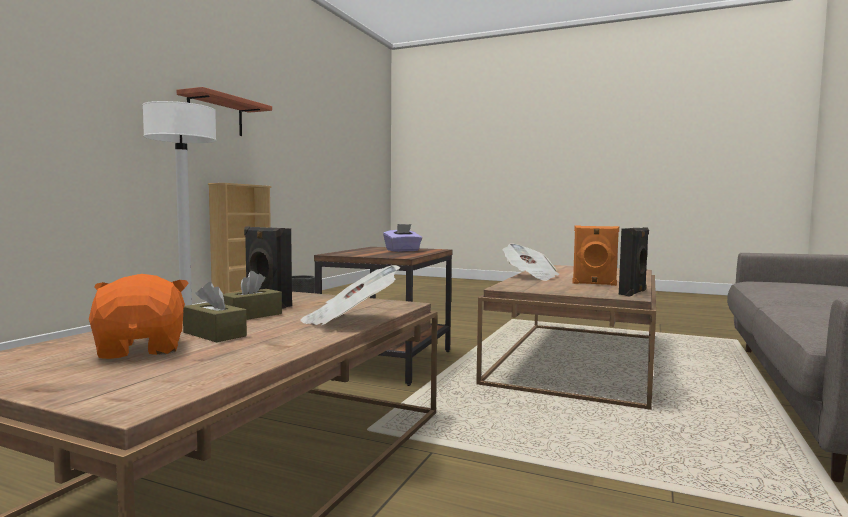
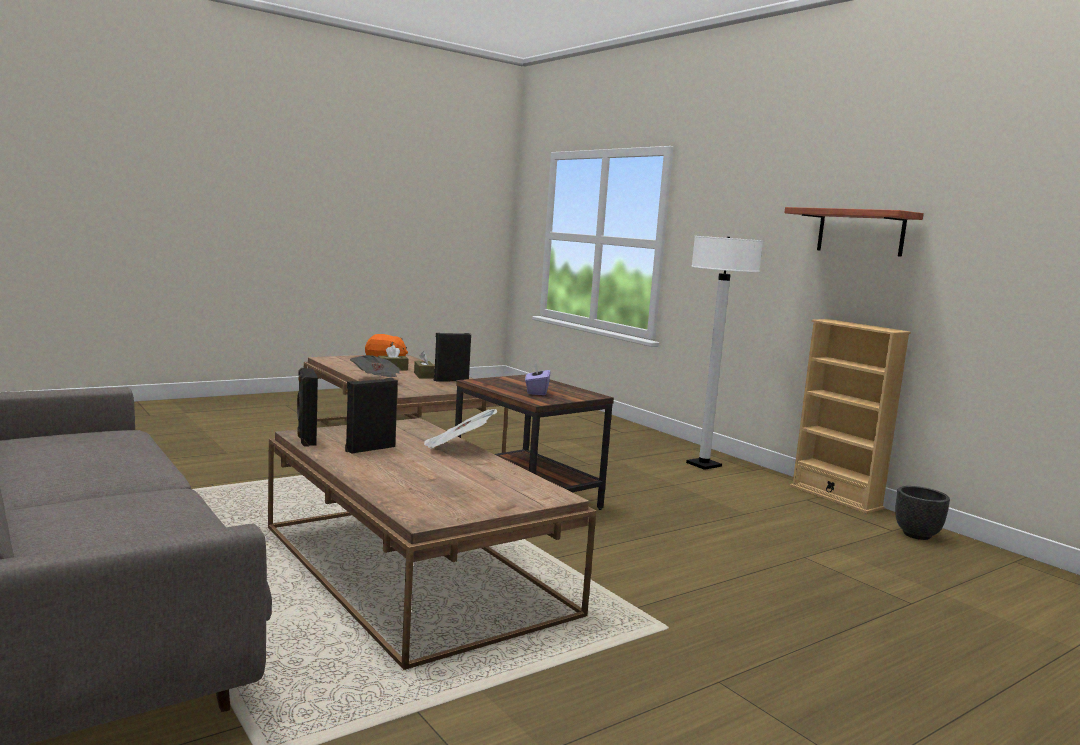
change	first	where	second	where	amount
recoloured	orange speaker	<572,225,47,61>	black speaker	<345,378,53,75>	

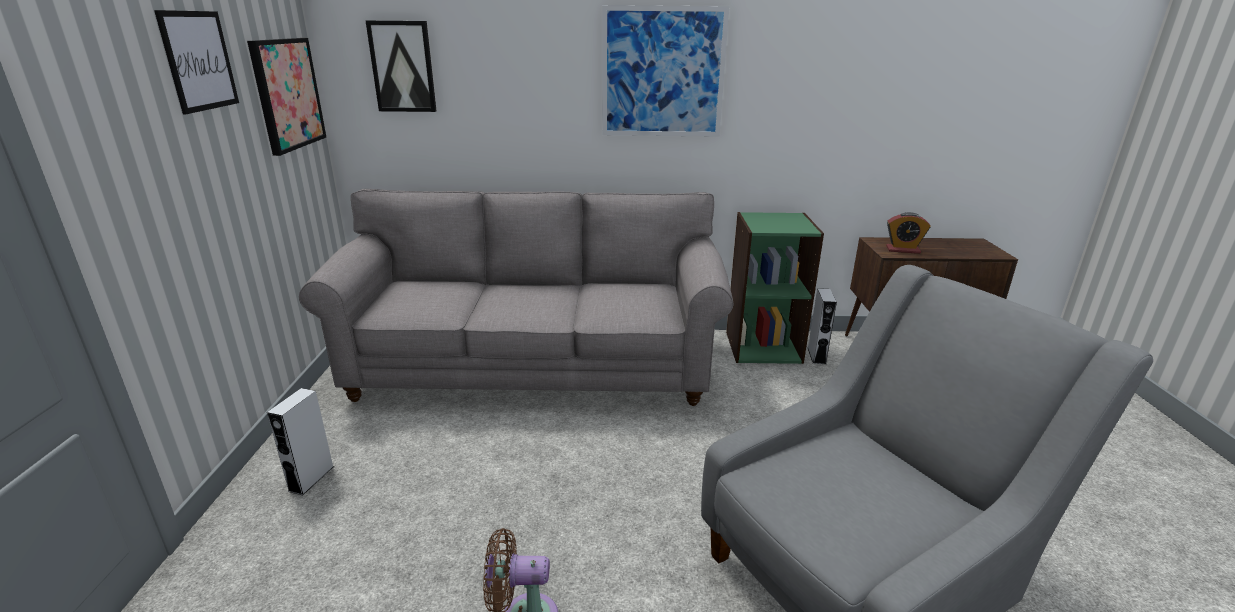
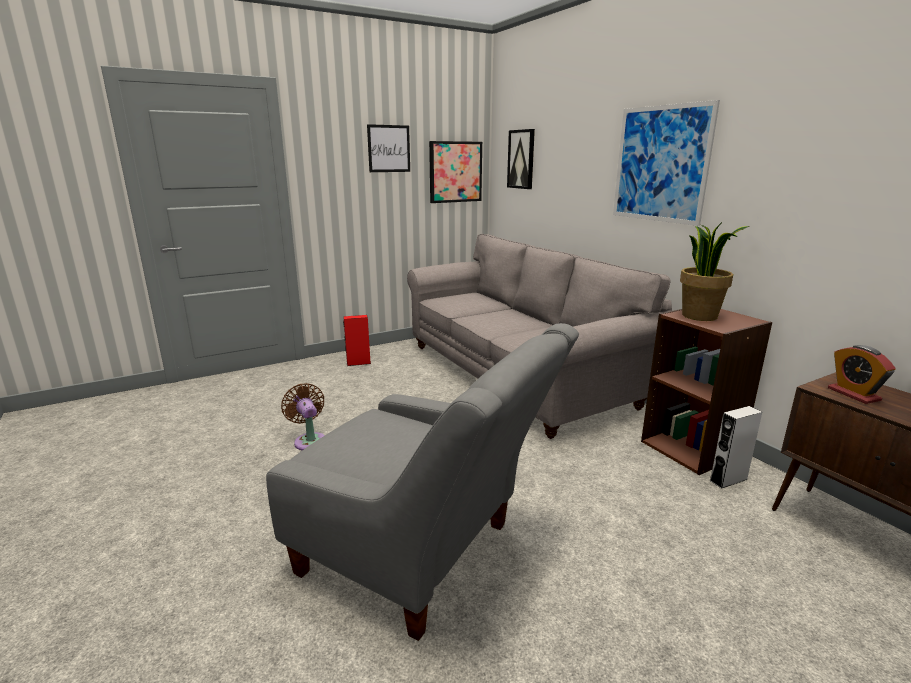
change	first	where	second	where	amount
recoloured	grey speaker	<267,388,67,107>	red speaker	<343,315,28,51>	
recoloured	green bookcase	<726,212,98,152>	brown bookcase	<641,309,131,166>	
added			potted plant	<680,222,69,99>	

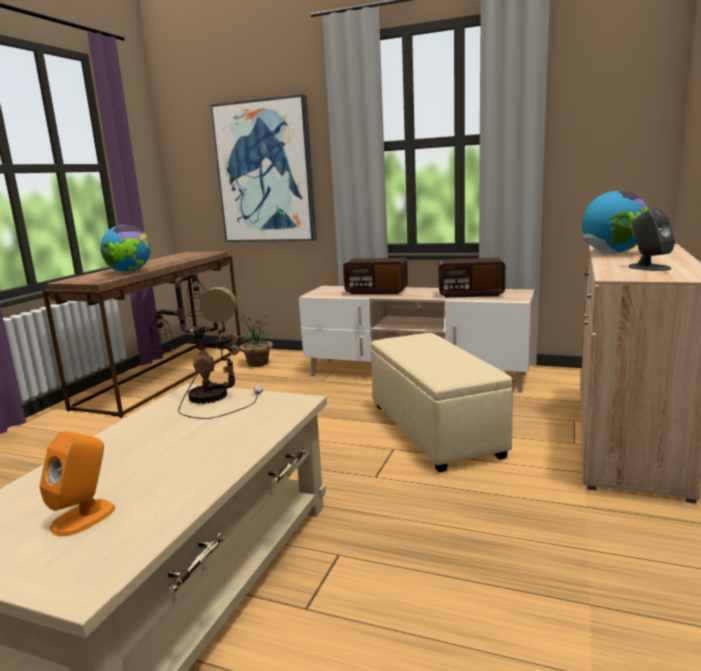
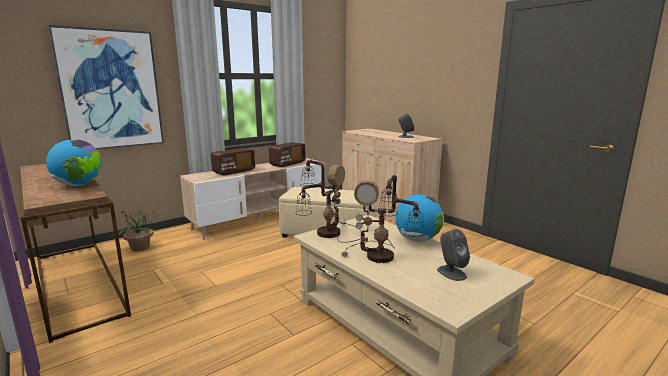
change	first	where	second	where	amount
recoloured	orange speaker	<39,431,76,105>	grey speaker	<437,229,33,52>	
moved	globe	<582,191,66,63>		<395,194,49,48>	
added			table lamp	<341,175,84,88>	

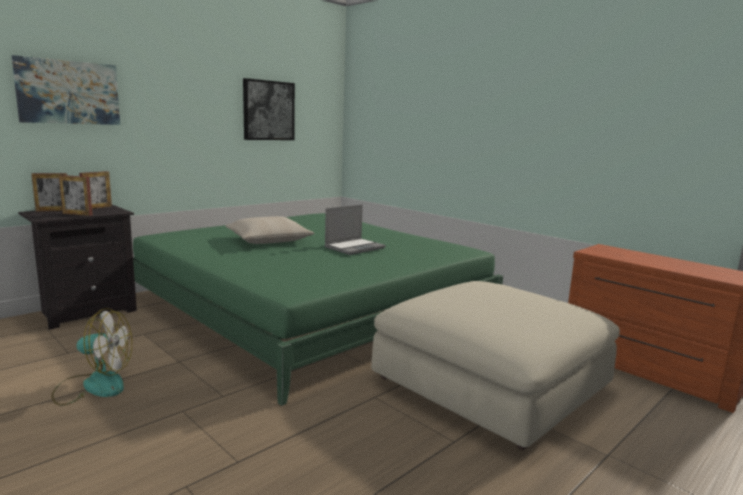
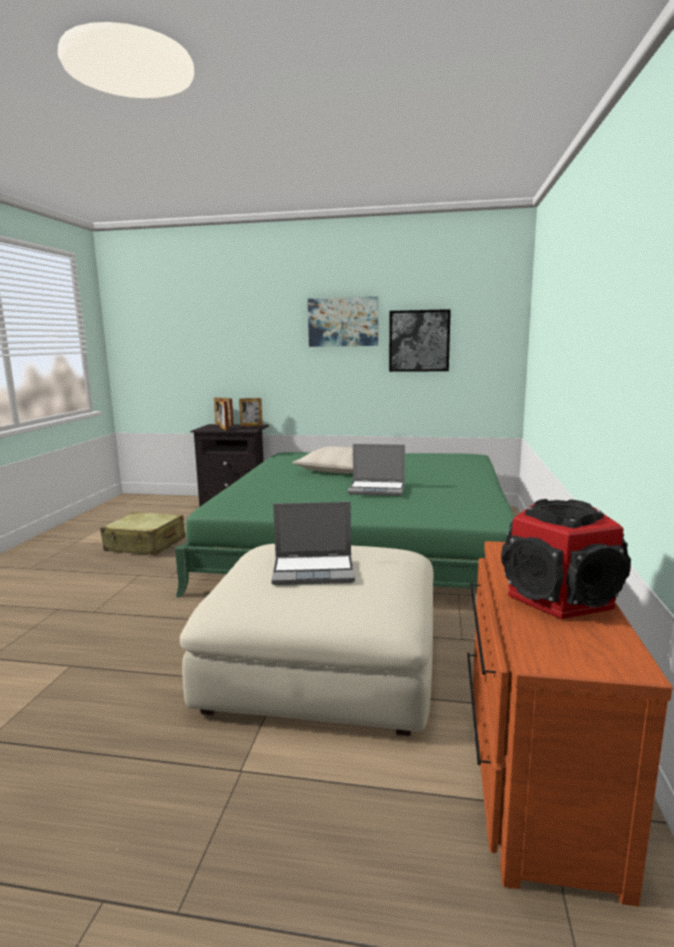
change	first	where	second	where	amount
moved	picture	<12,55,108,70>		<308,297,70,50>	
replaced	fan	<51,308,81,98>	beige suitcase	<100,512,86,43>	
added			laptop	<271,502,84,83>	
added			speaker	<501,499,130,120>	

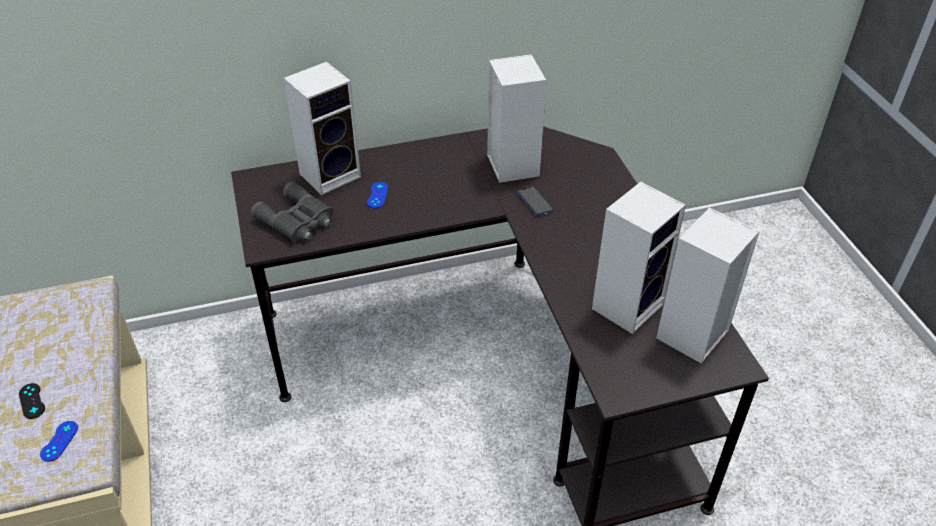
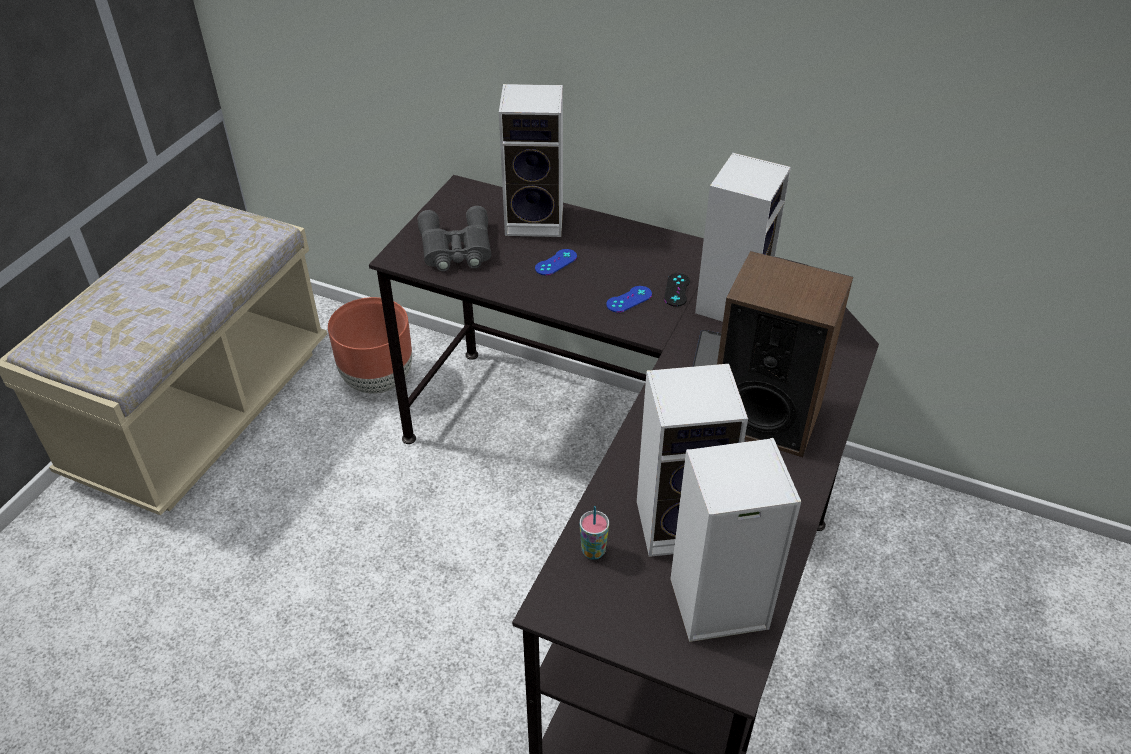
change	first	where	second	where	amount
moved	black game controller	<19,383,26,36>		<664,273,26,34>	
moved	blue game controller	<40,421,38,41>		<606,286,46,27>	
added			brown planter	<328,297,84,97>	
added			cup	<580,506,29,54>	
added			speaker	<717,251,136,206>	

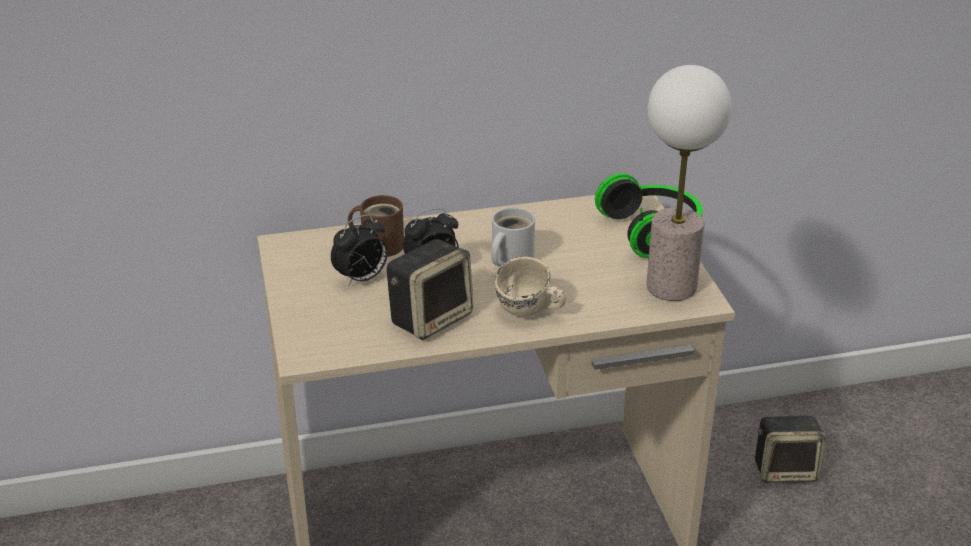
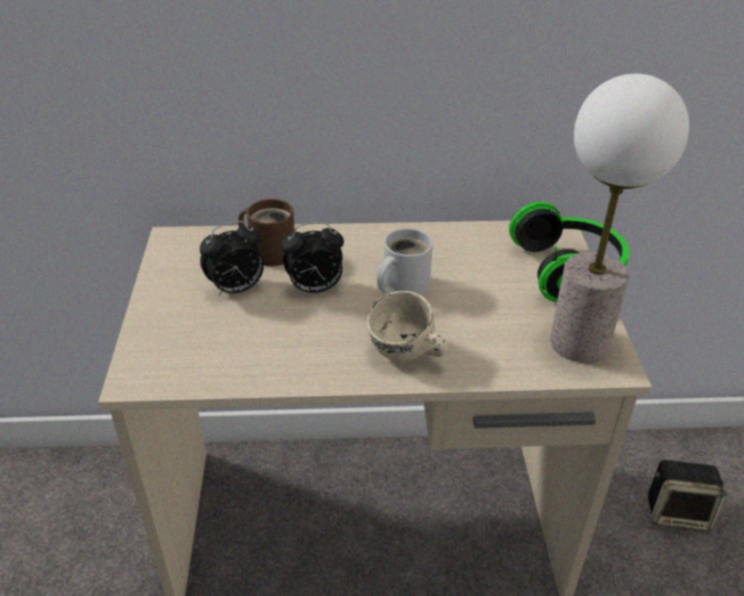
change	first	where	second	where	amount
removed	speaker	<387,239,86,101>			

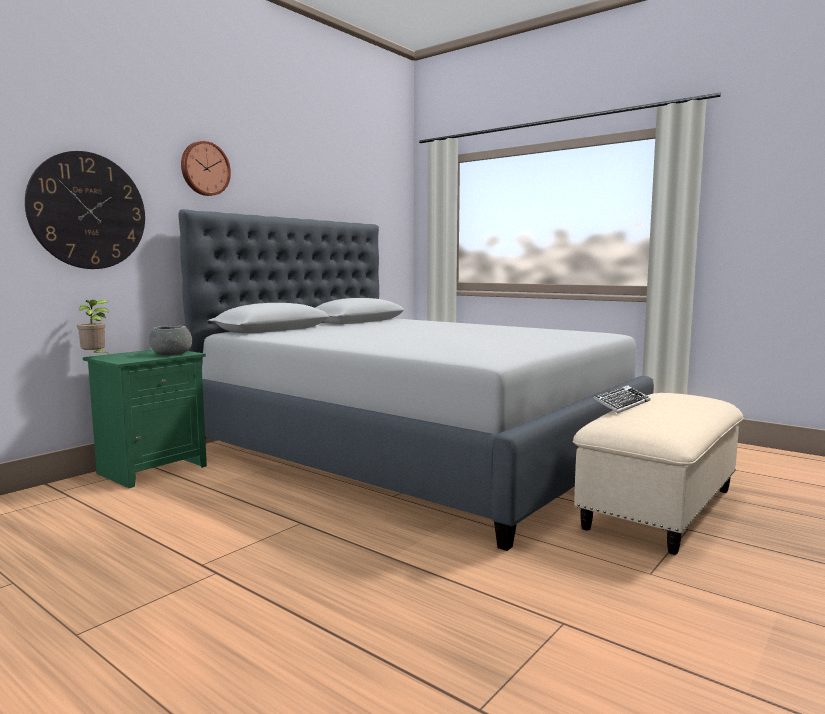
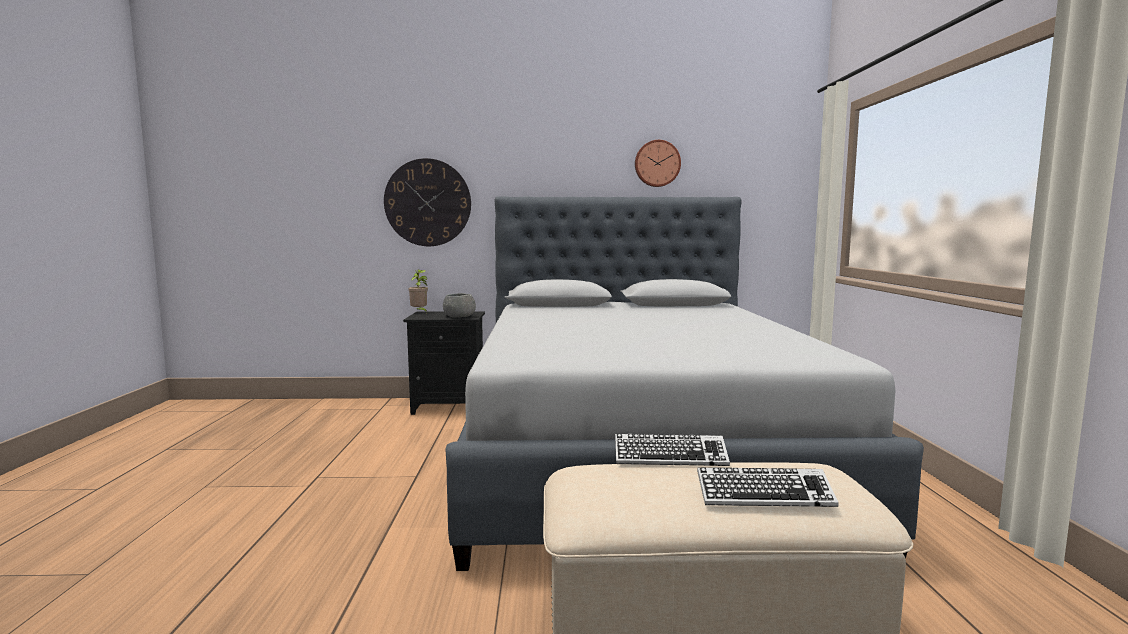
change	first	where	second	where	amount
recoloured	green nightstand	<83,350,124,138>	black nightstand	<403,311,82,104>	
moved	wall clock	<181,141,50,55>		<635,140,46,47>	
added			keyboard	<697,467,142,40>	

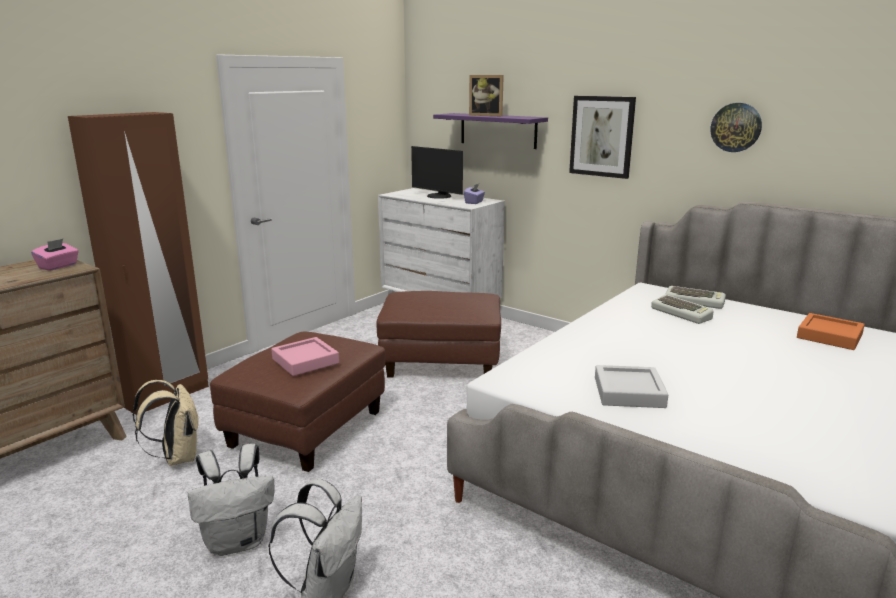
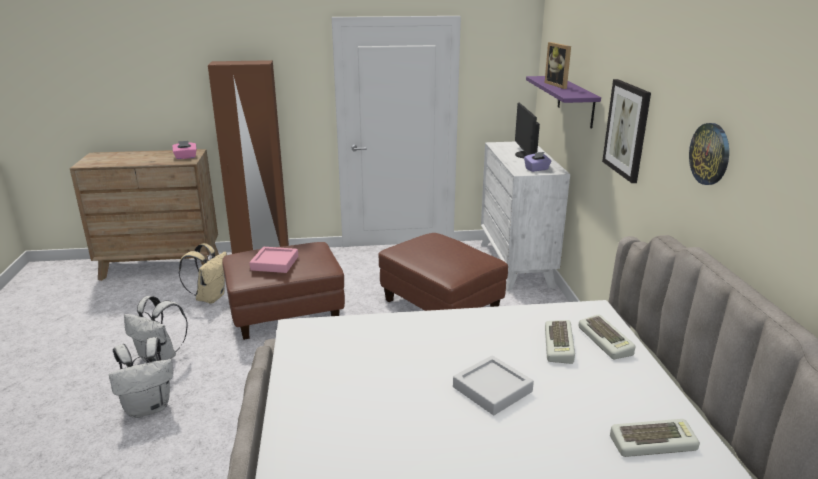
change	first	where	second	where	amount
moved	grey tray	<595,365,73,43>		<453,355,81,60>	
replaced	orange tray	<797,313,68,37>	keyboard	<610,419,90,38>	

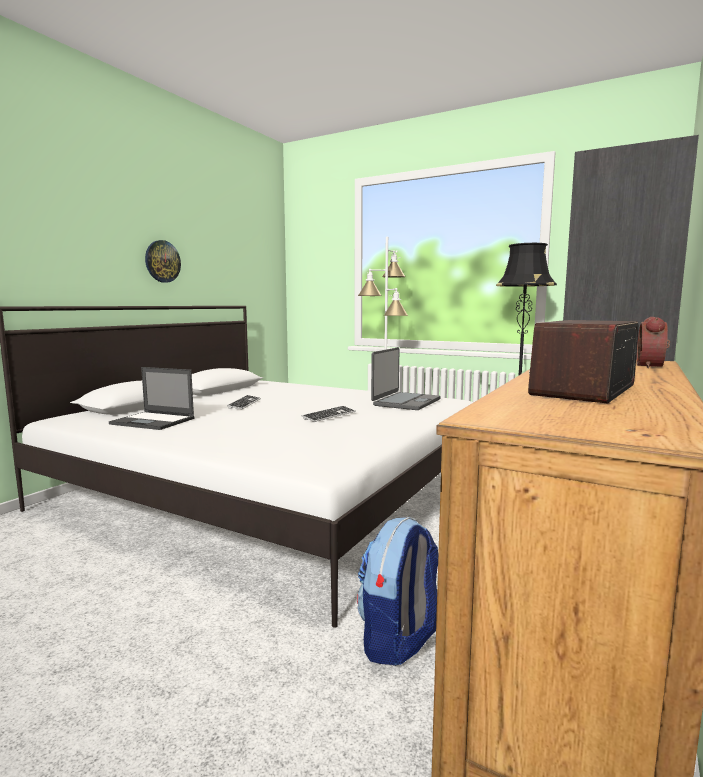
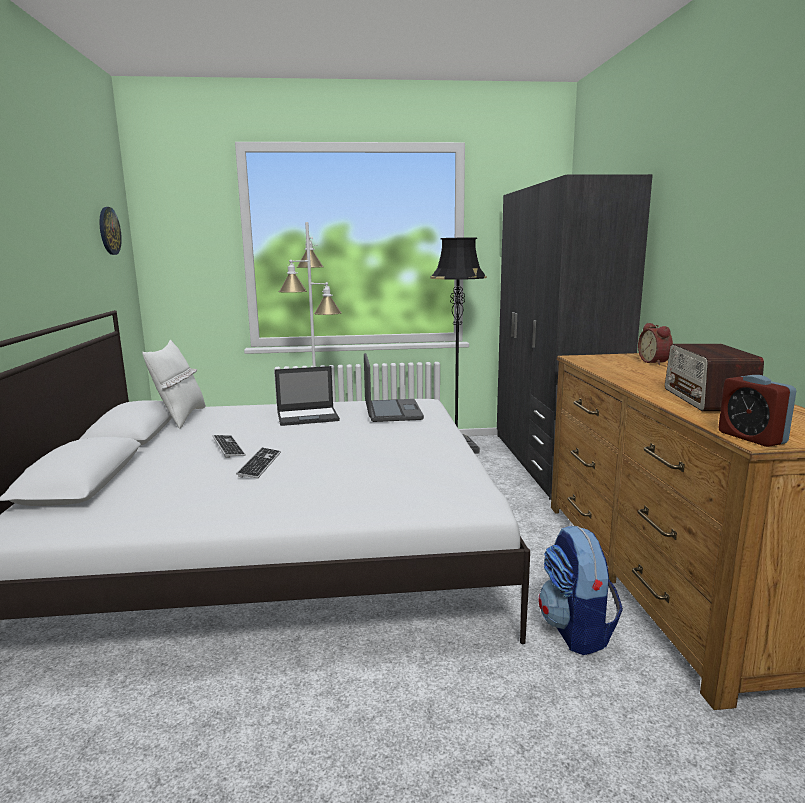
change	first	where	second	where	amount
moved	laptop	<109,367,86,63>		<275,366,65,60>	
moved	wall clock	<145,240,36,43>		<100,207,22,48>	
moved	keyboard	<302,406,54,16>		<236,447,45,31>	
added			white pillow	<142,340,64,89>	
added			alarm clock	<718,375,78,72>	

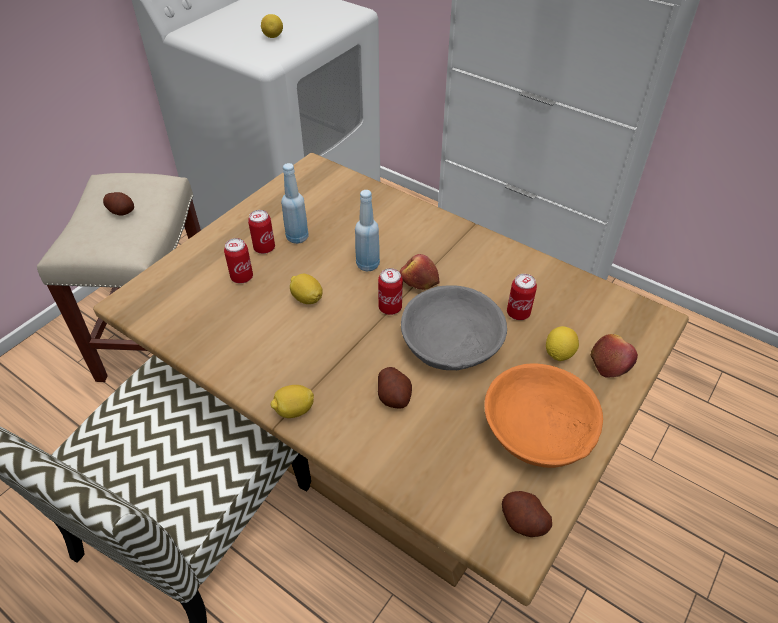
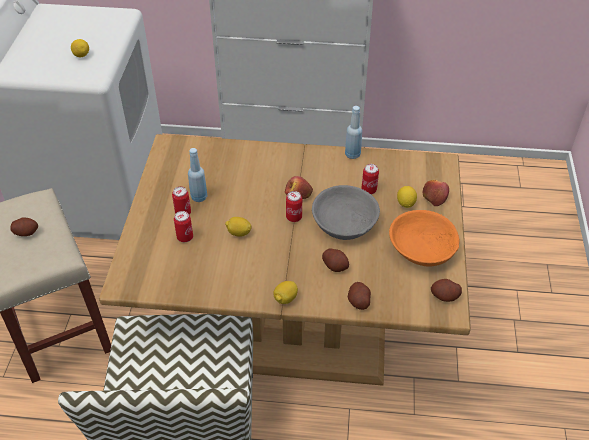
change	first	where	second	where	amount
moved	blue bottle	<355,190,25,82>		<345,106,17,53>	
added			potato	<348,282,23,28>	

